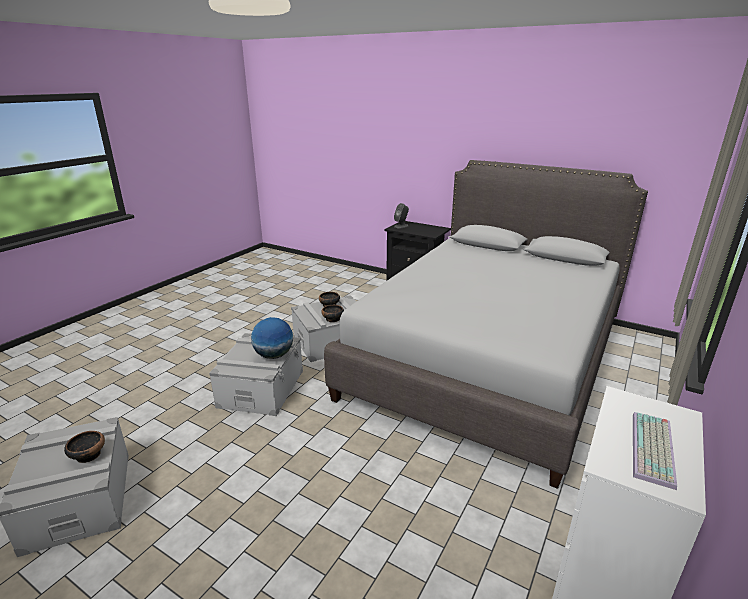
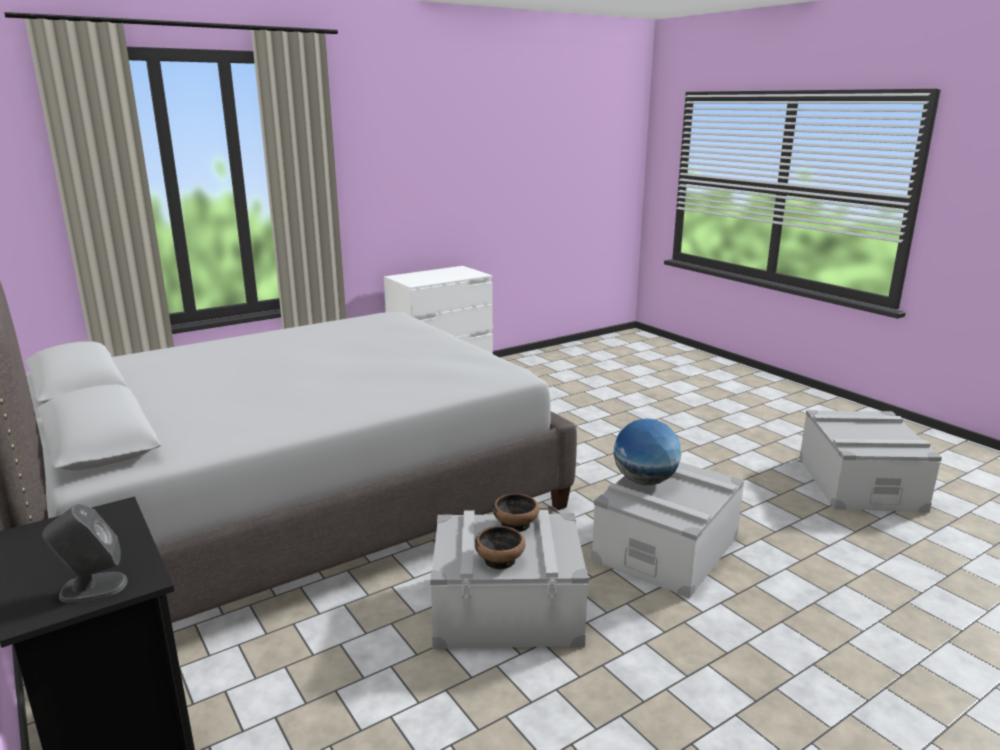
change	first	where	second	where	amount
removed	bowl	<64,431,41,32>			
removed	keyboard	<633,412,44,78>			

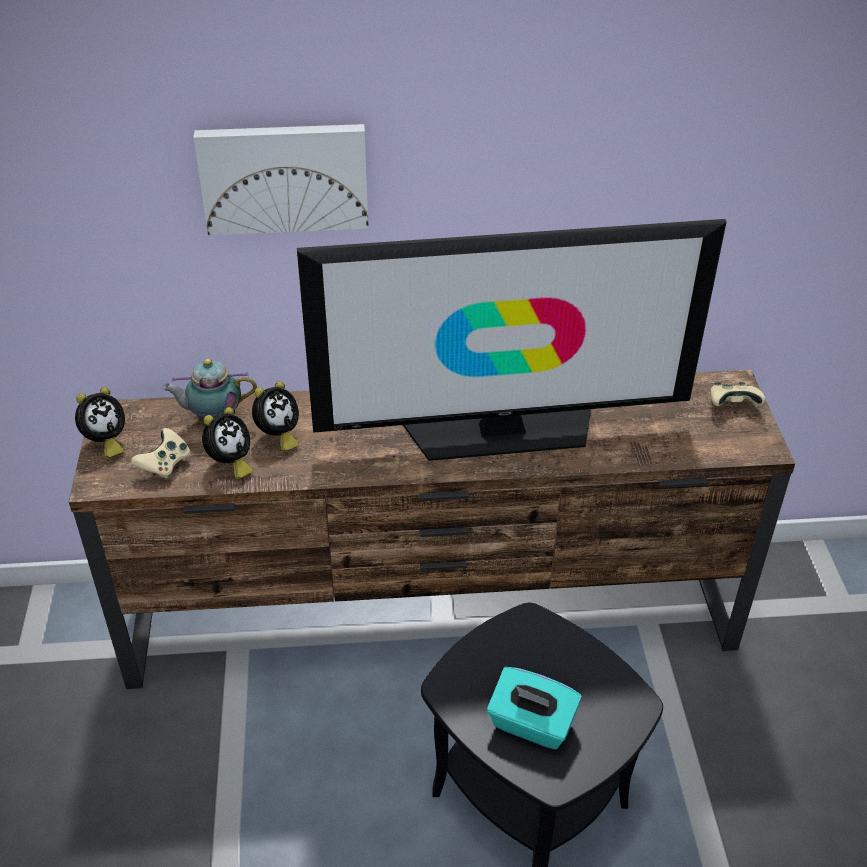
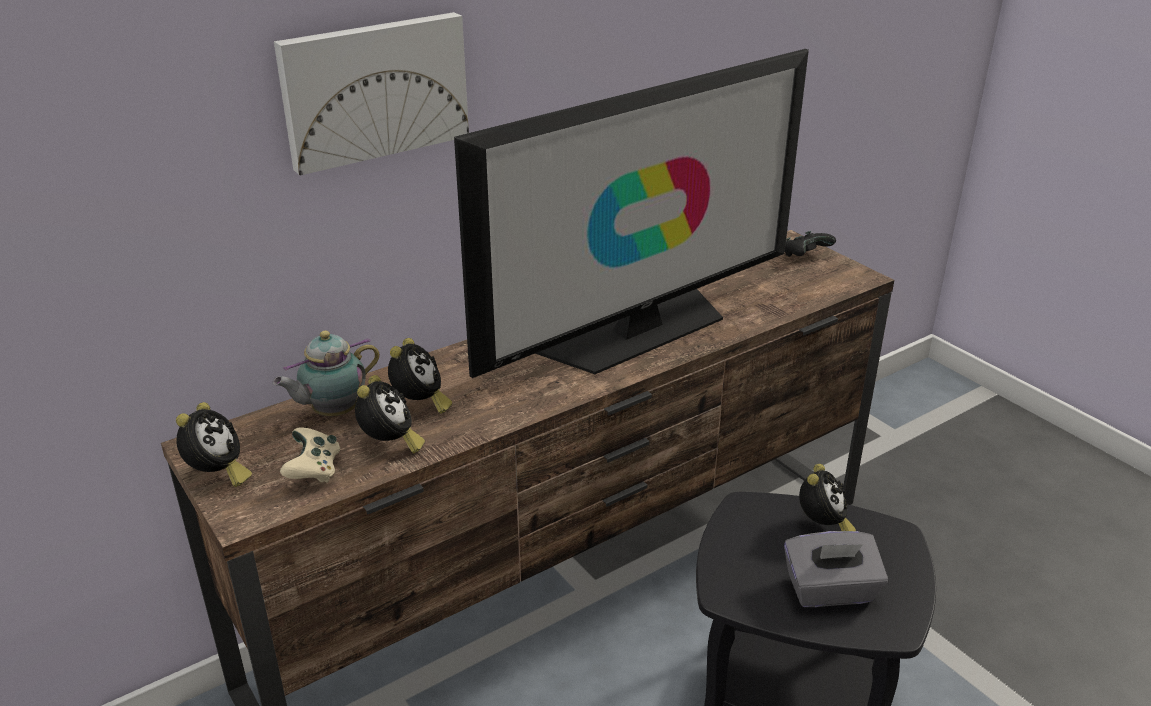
change	first	where	second	where	amount
recoloured	turquoise tissue box	<487,667,95,83>	grey tissue box	<784,531,104,76>	
recoloured	beige game controller	<710,382,55,24>	black game controller	<785,231,51,26>	
added			alarm clock	<799,464,57,67>	

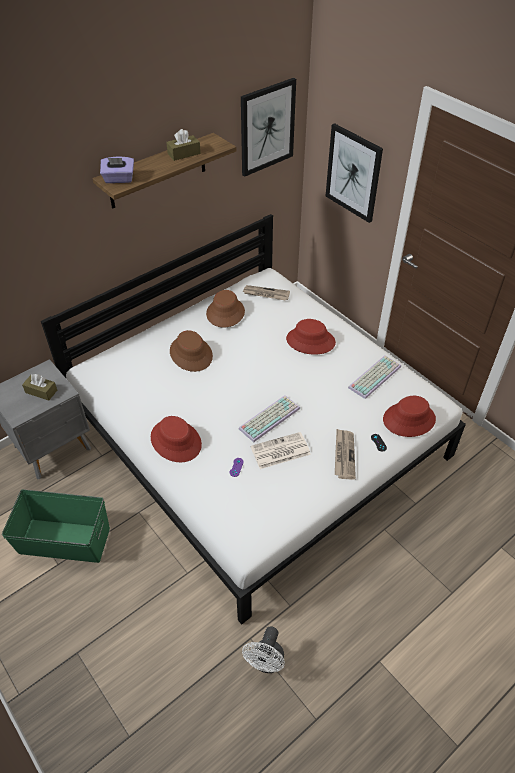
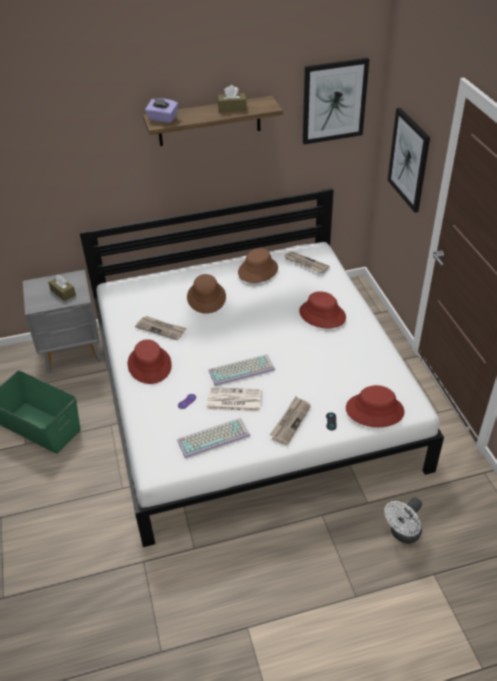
change	first	where	second	where	amount
moved	white fan	<242,626,43,47>		<384,497,38,47>	
moved	keyboard	<348,355,53,44>		<177,418,73,40>	
added			newspaper	<135,316,51,24>	

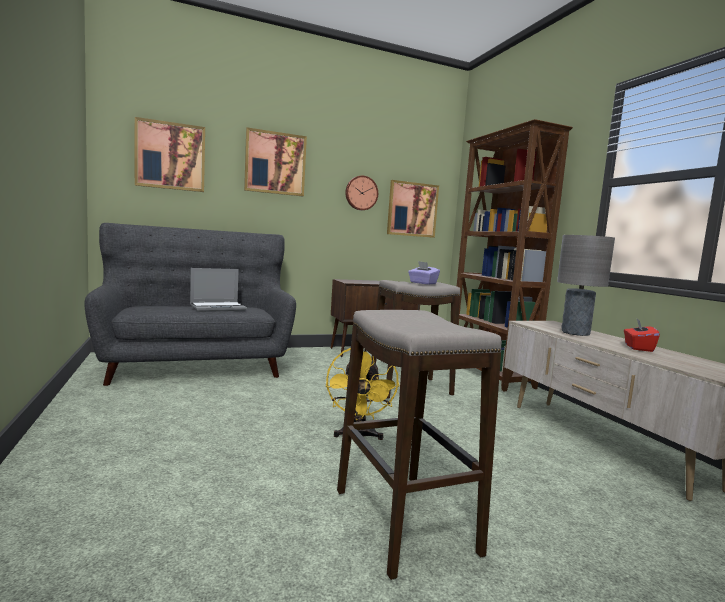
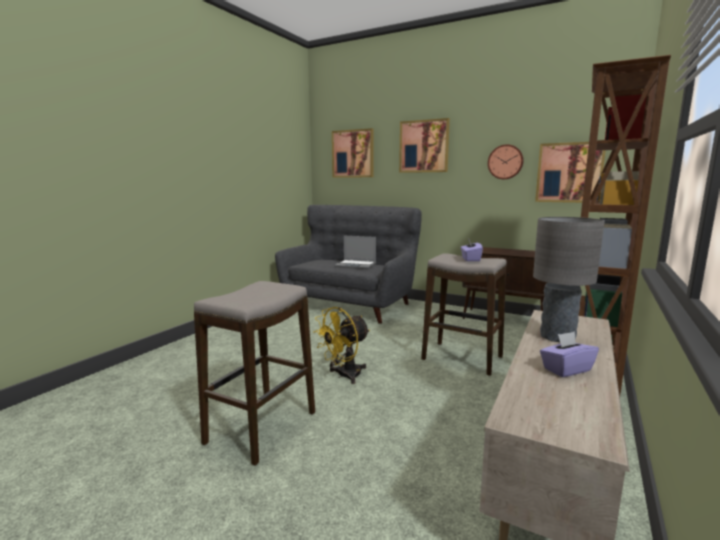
change	first	where	second	where	amount
recoloured	red tissue box	<624,319,36,33>	purple tissue box	<540,331,59,46>	

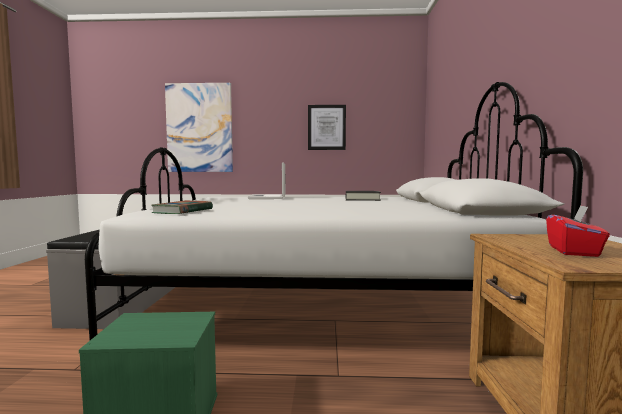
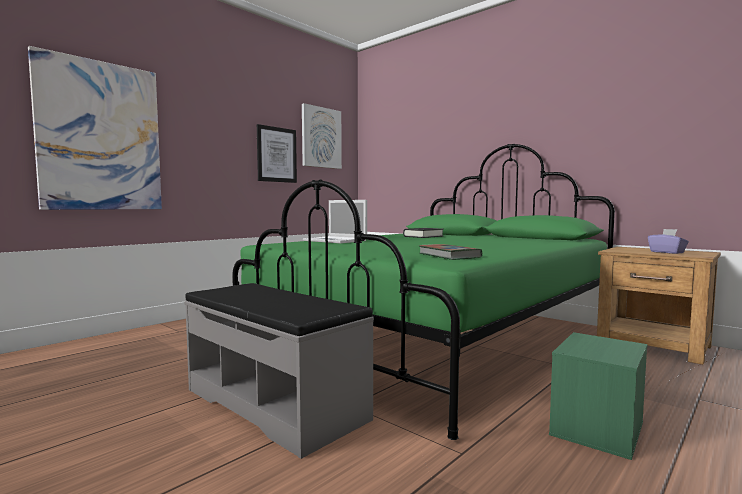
change	first	where	second	where	amount
recoloured	white bed	<85,82,498,258>	green bed	<232,144,383,296>	
recoloured	red tissue box	<546,206,64,51>	purple tissue box	<648,229,41,25>	
added			picture	<302,103,40,66>	

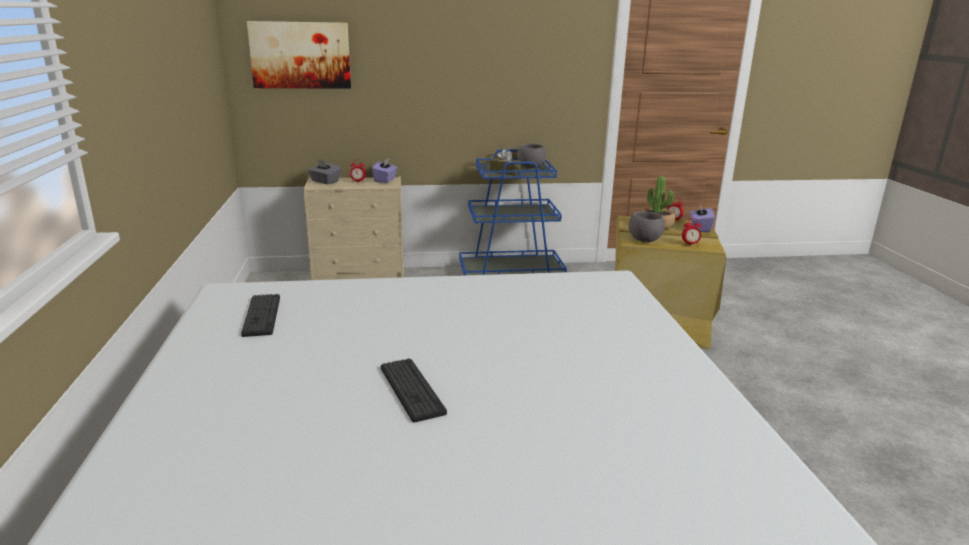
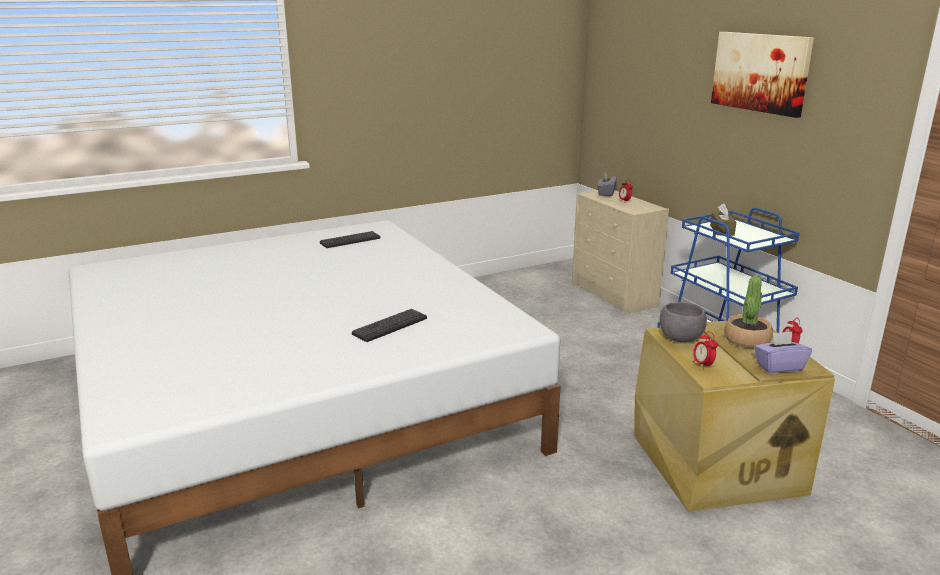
change	first	where	second	where	amount
moved	picture	<246,21,105,68>		<711,32,103,86>	
removed	purple tissue box	<372,157,25,26>			
moved	keyboard	<381,358,66,65>		<352,309,75,33>	
removed	grey bowl	<517,144,29,24>			

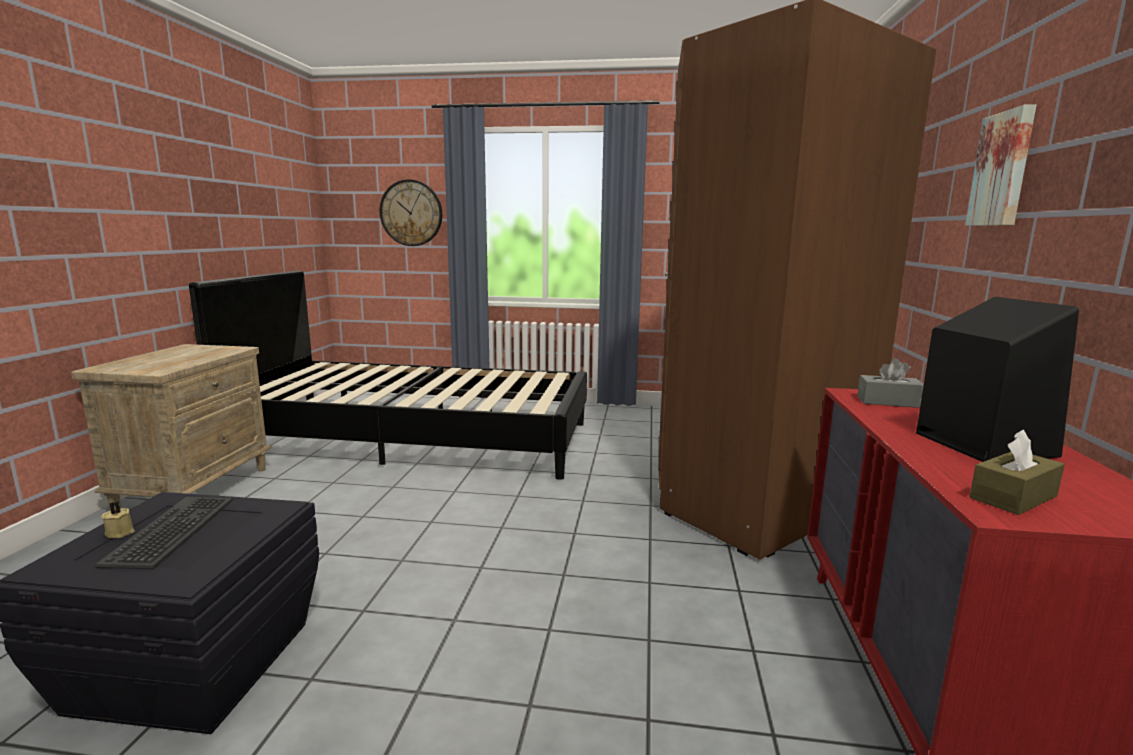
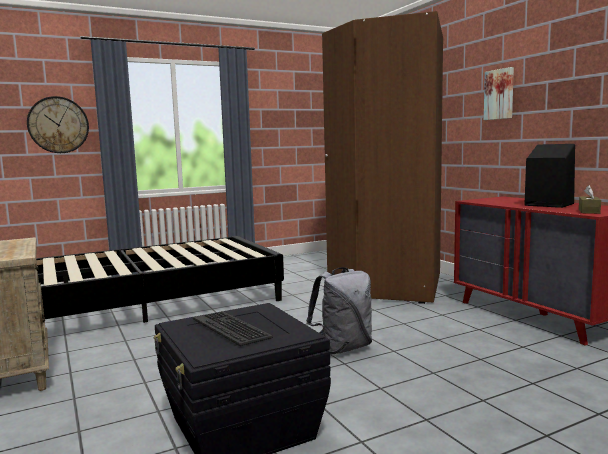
change	first	where	second	where	amount
removed	beige candle	<101,501,34,37>			
removed	grey tissue box	<857,358,67,50>			
added			grey backpack	<306,267,66,87>	

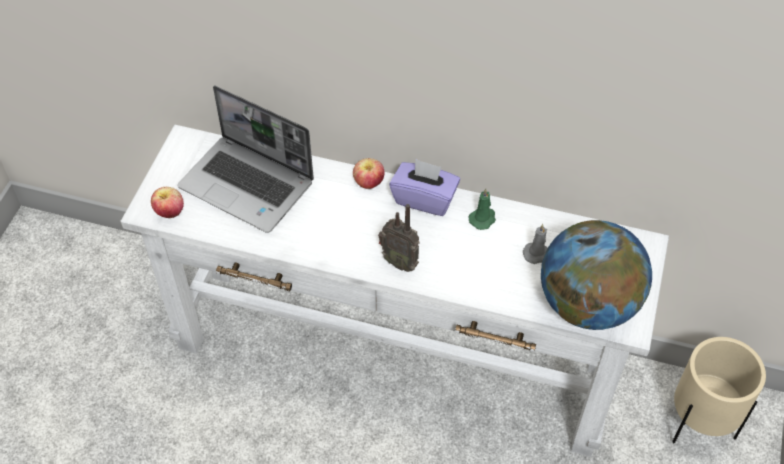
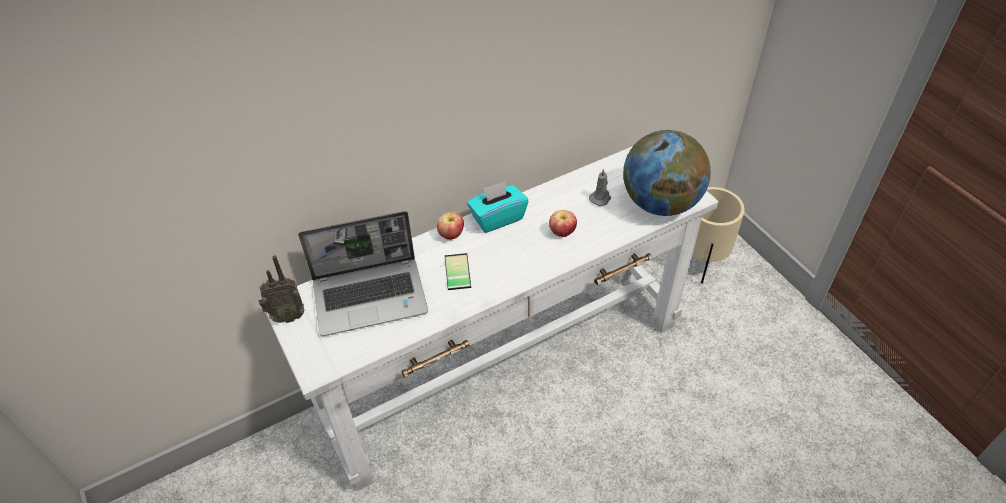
change	first	where	second	where	amount
moved	apple	<151,187,33,31>		<549,210,28,27>	
moved	radio	<378,204,42,68>		<259,255,45,68>	
recoloured	purple tissue box	<389,159,71,57>	turquoise tissue box	<467,181,61,52>	
removed	green candle	<468,189,28,41>			
added			phone	<445,253,26,37>	

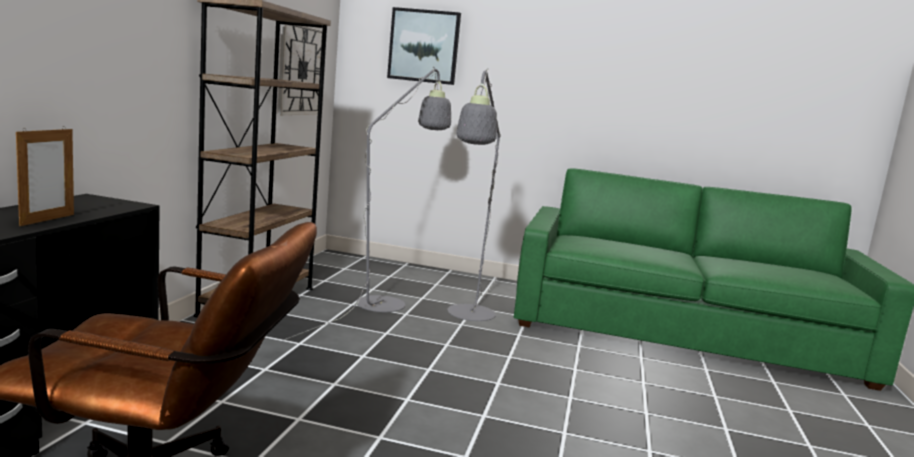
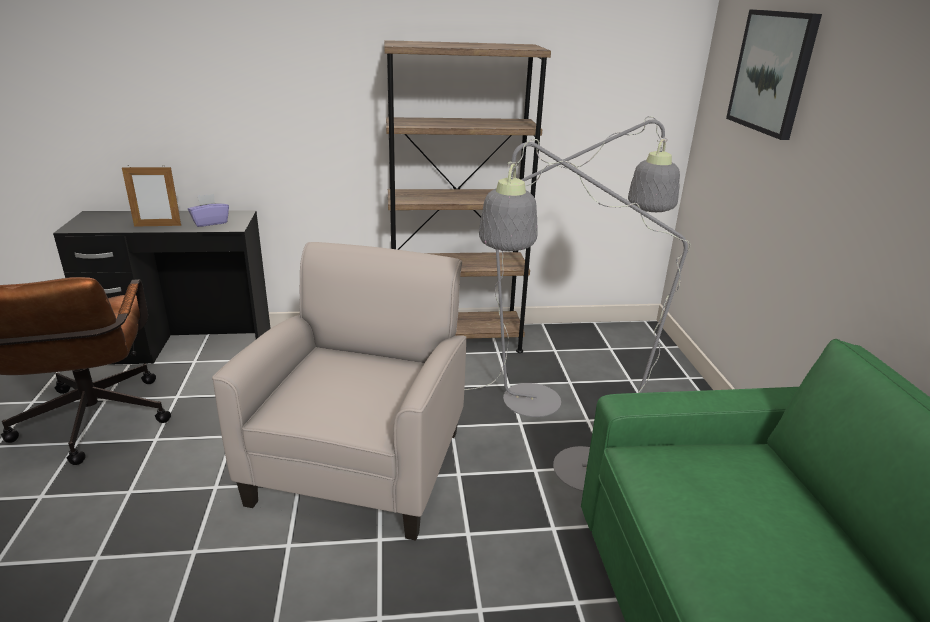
change	first	where	second	where	amount
removed	wall clock	<277,24,46,91>			
added			purple tissue box	<188,194,41,33>	
added			beige armchair	<212,242,254,299>	

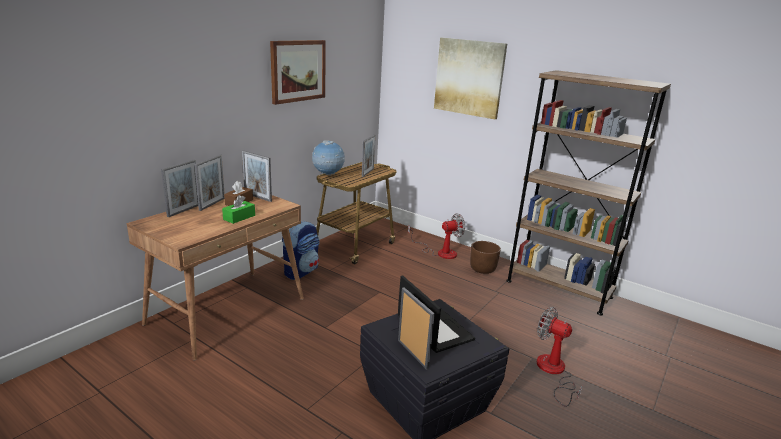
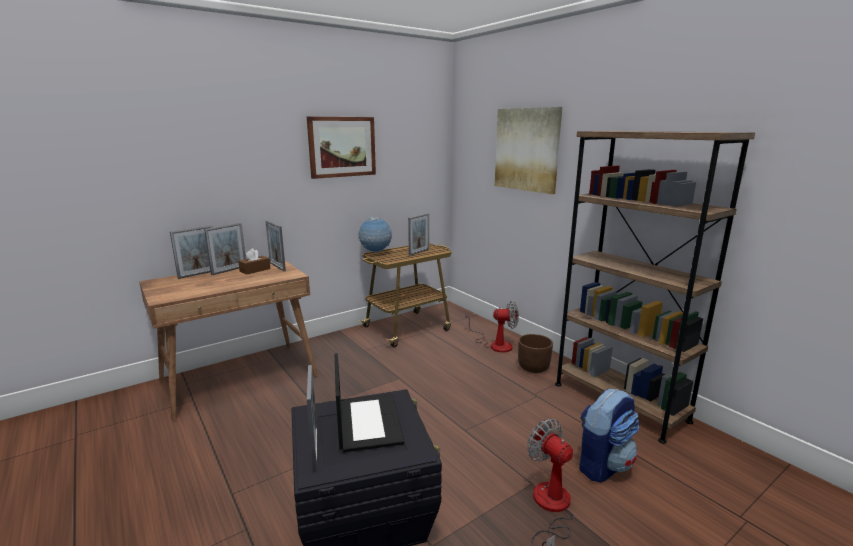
change	first	where	second	where	amount
removed	green tissue box	<222,195,33,29>			
moved	backpack	<282,221,38,59>		<579,389,61,93>	

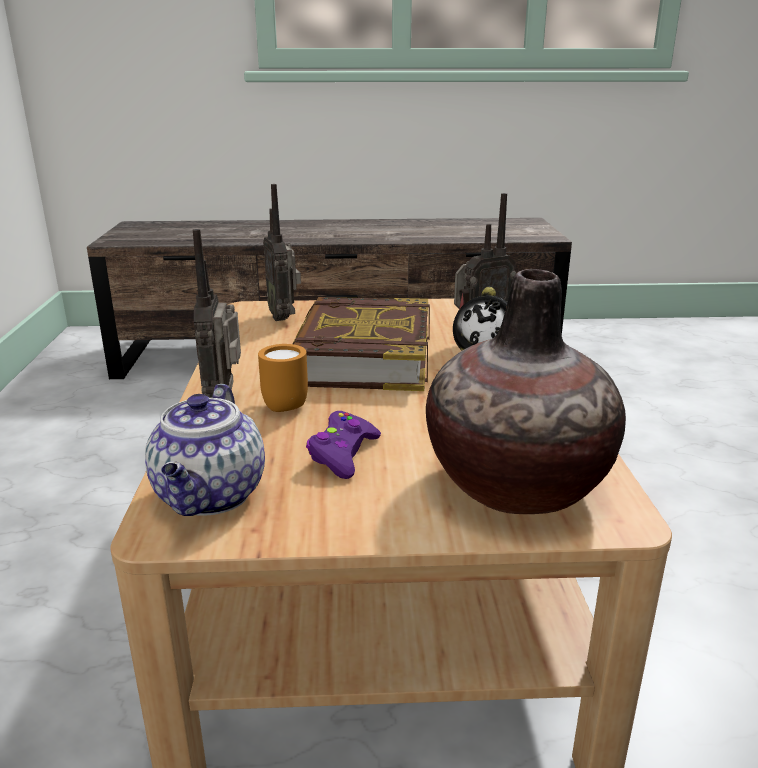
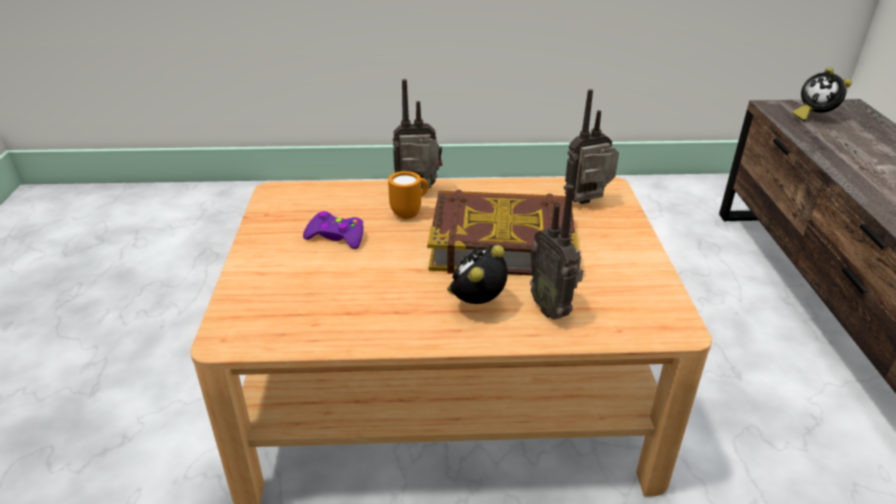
change	first	where	second	where	amount
removed	teapot	<145,384,120,132>			
removed	vase	<426,269,200,245>			
added			alarm clock	<793,67,59,54>	

